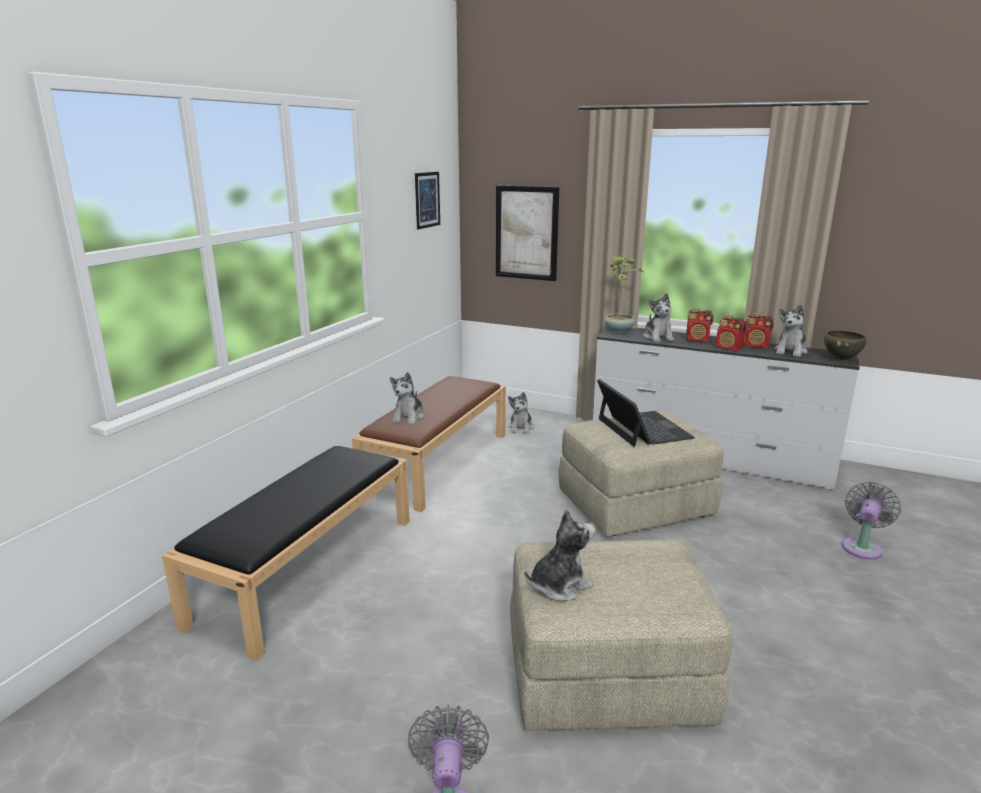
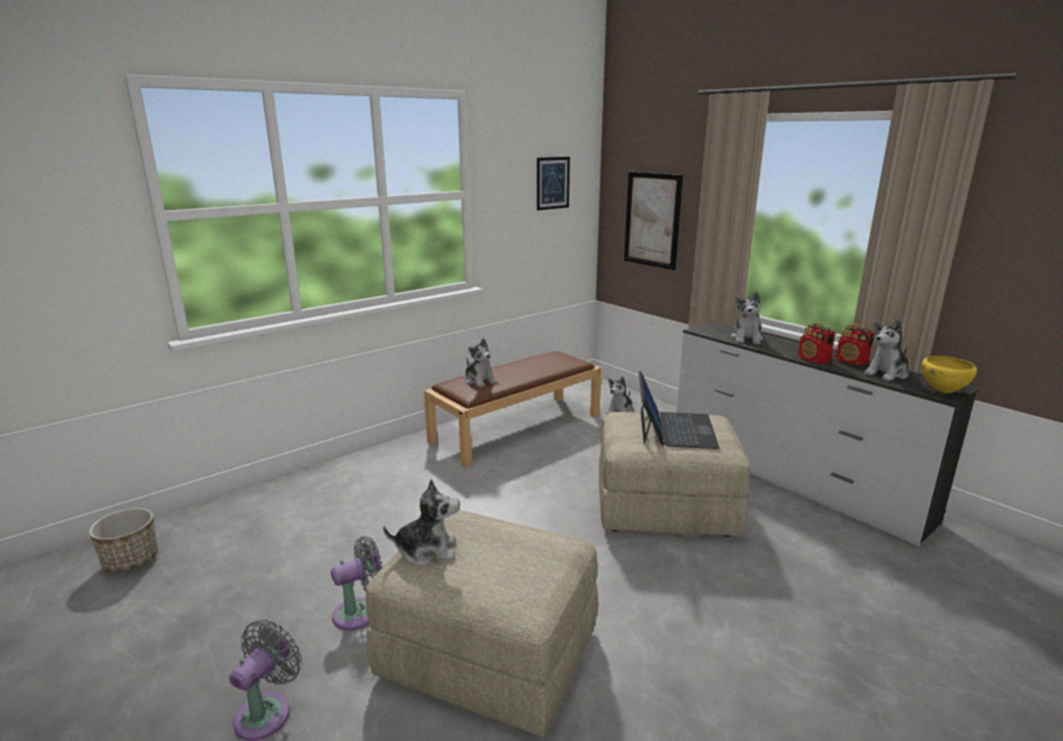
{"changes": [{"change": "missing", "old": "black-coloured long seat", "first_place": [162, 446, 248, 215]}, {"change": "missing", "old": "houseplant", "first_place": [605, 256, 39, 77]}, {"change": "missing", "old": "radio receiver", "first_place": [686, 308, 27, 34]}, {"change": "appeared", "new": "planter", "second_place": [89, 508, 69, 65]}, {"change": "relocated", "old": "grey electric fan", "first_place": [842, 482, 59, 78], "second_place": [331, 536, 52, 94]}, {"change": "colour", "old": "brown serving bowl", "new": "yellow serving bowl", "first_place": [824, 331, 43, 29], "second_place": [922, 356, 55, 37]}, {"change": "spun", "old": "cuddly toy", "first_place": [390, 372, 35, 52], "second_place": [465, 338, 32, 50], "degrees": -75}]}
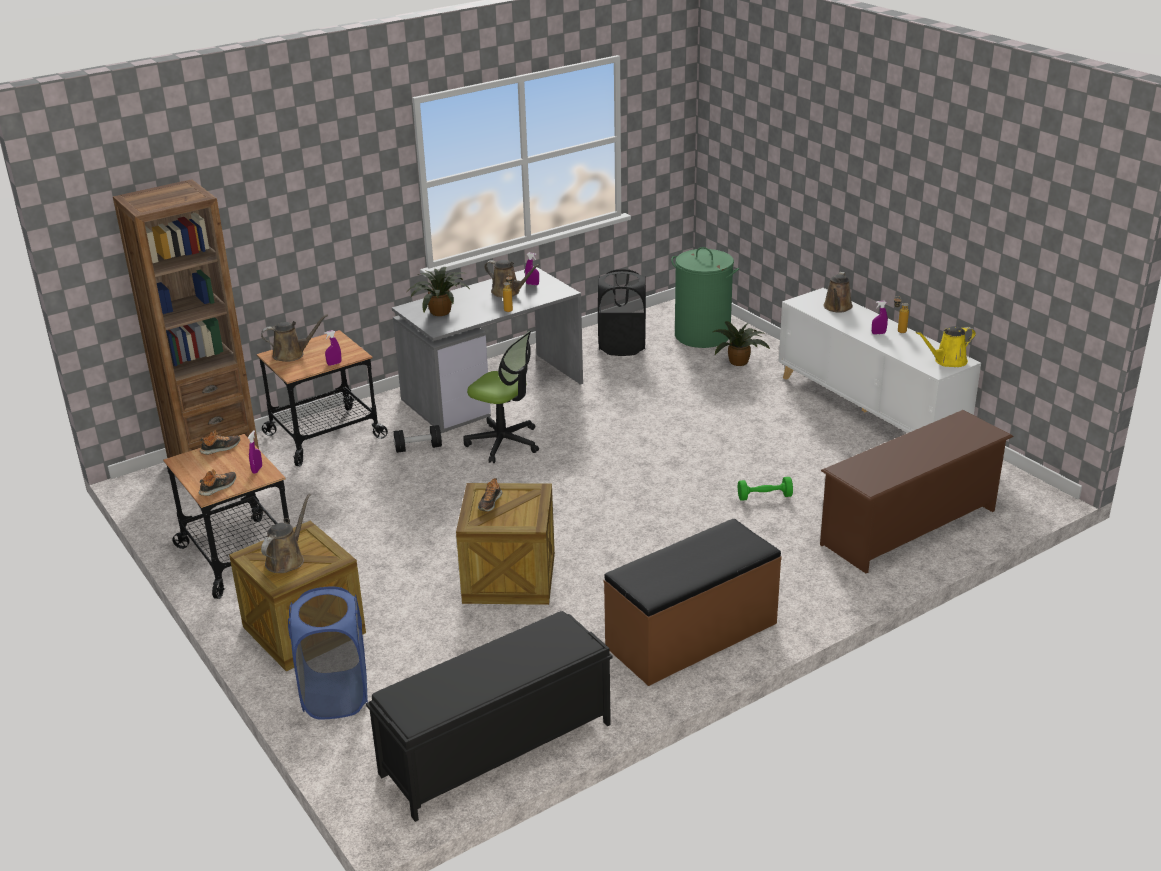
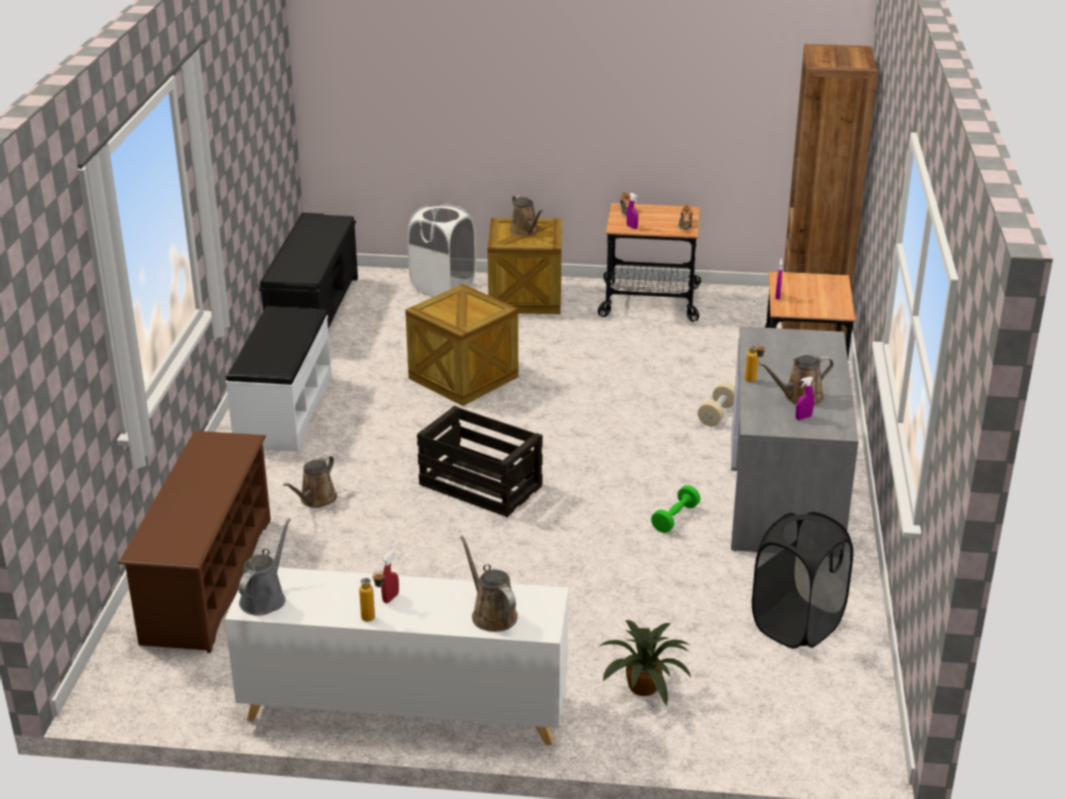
{"changes": [{"change": "missing", "old": "houseplant", "first_place": [407, 267, 63, 49]}, {"change": "missing", "old": "office chair", "first_place": [463, 331, 76, 132]}, {"change": "missing", "old": "shoe", "first_place": [478, 478, 24, 34]}, {"change": "missing", "old": "green laundry basket", "first_place": [671, 247, 68, 101]}, {"change": "appeared", "new": "packing crate", "second_place": [417, 406, 126, 111]}, {"change": "relocated", "old": "brown watering pot", "first_place": [261, 314, 67, 48], "second_place": [283, 455, 54, 53]}, {"change": "relocated", "old": "green hand weight", "first_place": [738, 477, 55, 24], "second_place": [651, 485, 49, 48]}, {"change": "colour", "old": "blue-coloured laundry basket", "new": "white laundry basket", "first_place": [288, 587, 80, 133], "second_place": [407, 204, 69, 93]}, {"change": "colour", "old": "black-coloured hand weight", "new": "beige-coloured hand weight", "first_place": [394, 425, 48, 28], "second_place": [698, 382, 37, 44]}, {"change": "colour", "old": "brown long seat", "new": "white long seat", "first_place": [603, 519, 179, 167], "second_place": [226, 307, 106, 144]}, {"change": "colour", "old": "purplish spray bottle", "new": "red spray bottle", "first_place": [872, 301, 16, 33], "second_place": [381, 550, 18, 53]}, {"change": "colour", "old": "yellow watering pot", "new": "grey watering pot", "first_place": [916, 326, 60, 41], "second_place": [239, 518, 52, 98]}]}
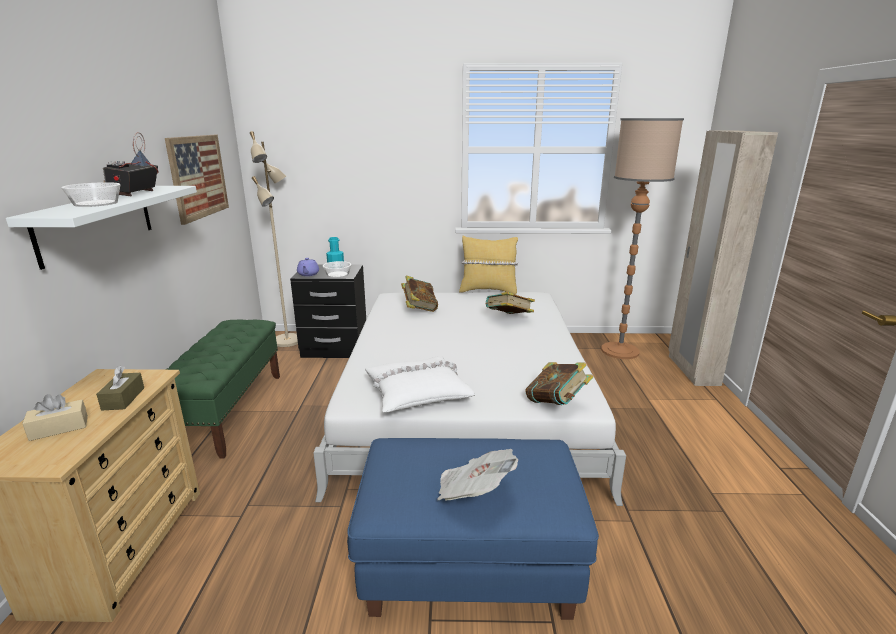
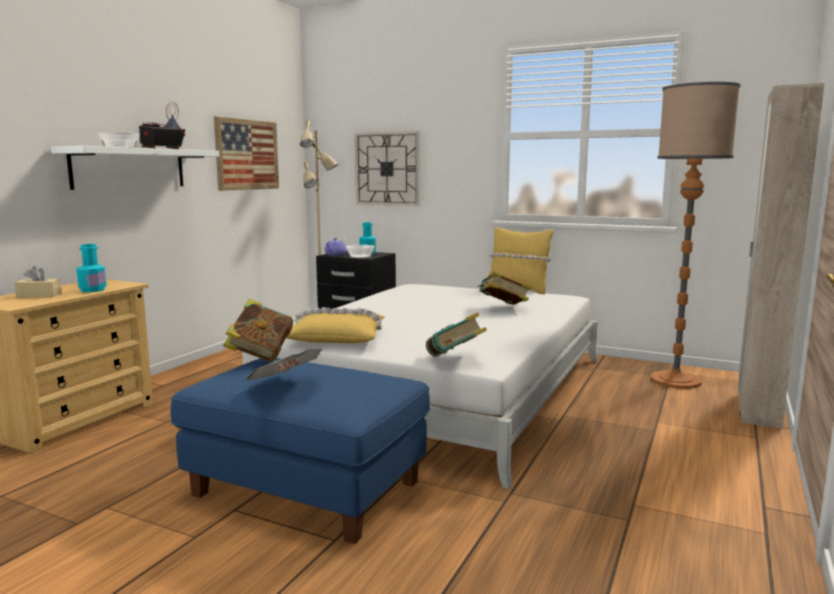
{"changes": [{"change": "missing", "old": "green long seat", "first_place": [166, 319, 114, 140]}, {"change": "appeared", "new": "wall clock", "second_place": [355, 131, 65, 75]}, {"change": "relocated", "old": "bound book", "first_place": [401, 276, 37, 36], "second_place": [223, 299, 70, 62]}, {"change": "exchanged", "old": "brown tissue box", "new": "blue-green bottle", "first_place": [96, 366, 48, 45], "second_place": [77, 244, 30, 48]}, {"change": "colour", "old": "white cushion", "new": "yellow cushion", "first_place": [365, 357, 110, 56], "second_place": [286, 307, 99, 36]}]}
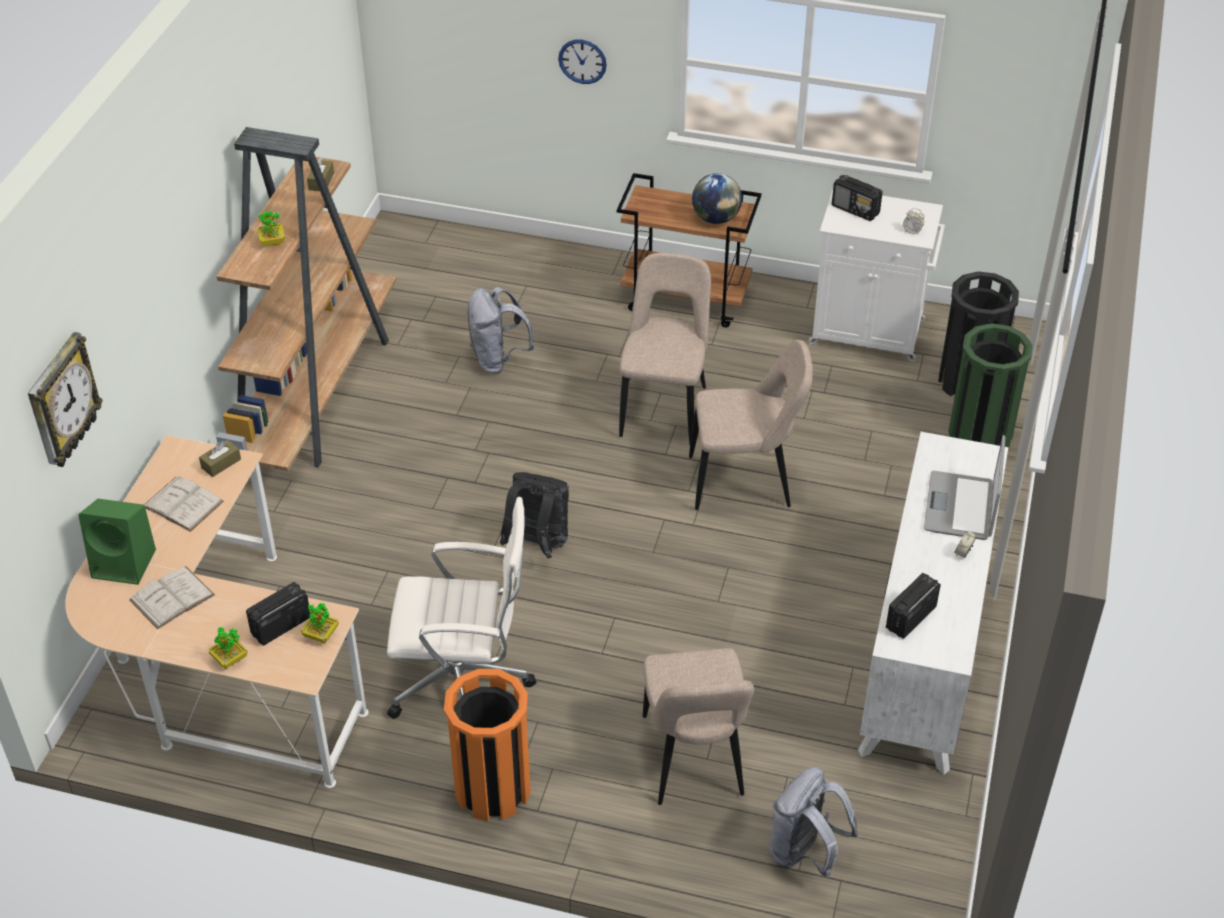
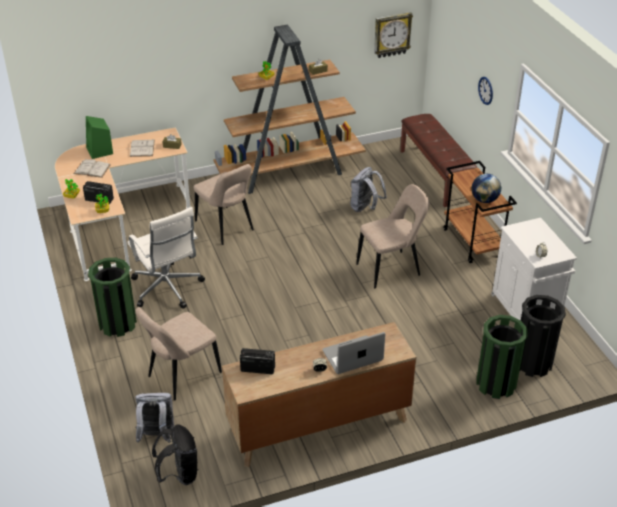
{"changes": [{"change": "missing", "old": "radio receiver", "first_place": [832, 175, 51, 46]}, {"change": "appeared", "new": "brown long seat", "second_place": [400, 114, 78, 93]}, {"change": "relocated", "old": "wall clock", "first_place": [28, 332, 75, 135], "second_place": [374, 12, 39, 46]}, {"change": "relocated", "old": "black-coloured rucksack", "first_place": [500, 472, 69, 86], "second_place": [152, 425, 46, 60]}, {"change": "relocated", "old": "beige-coloured plain chair", "first_place": [689, 340, 124, 170], "second_place": [193, 164, 61, 81]}, {"change": "colour", "old": "orangey trash can", "new": "green trash can", "first_place": [444, 669, 87, 152], "second_place": [88, 258, 49, 79]}, {"change": "colour", "old": "white chest of drawers", "new": "brown chest of drawers", "first_place": [858, 432, 150, 342], "second_place": [222, 322, 194, 145]}]}
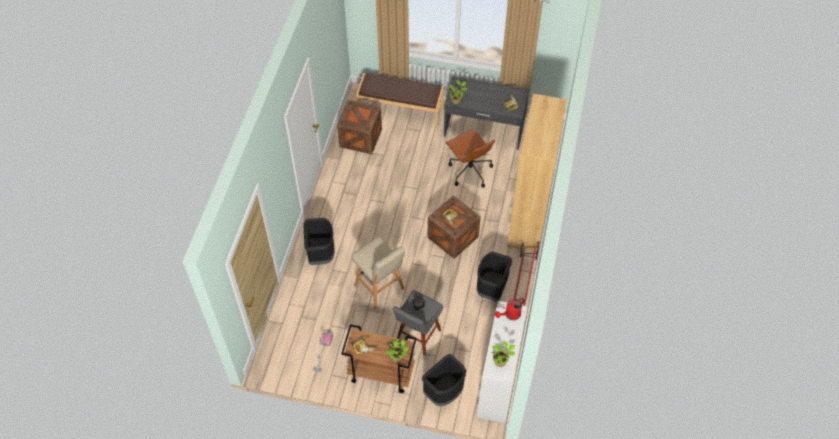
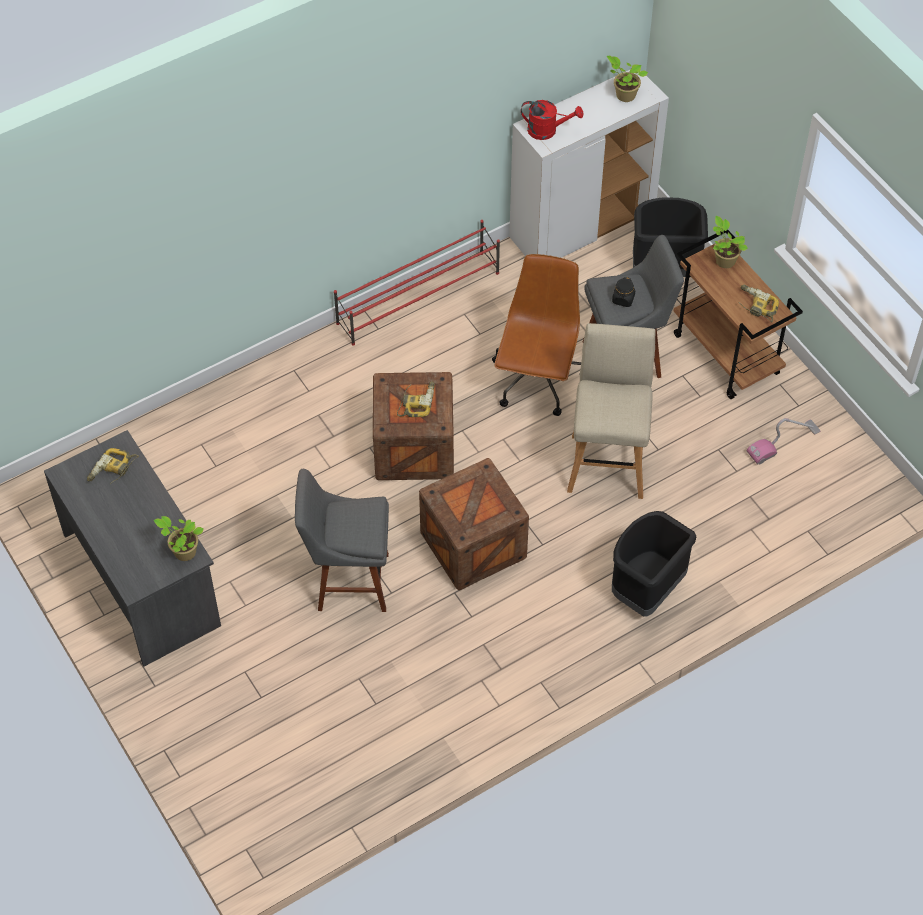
{"changes": [{"change": "missing", "old": "brown long seat", "first_place": [356, 73, 88, 54]}, {"change": "missing", "old": "black-coloured trash can", "first_place": [477, 252, 35, 50]}, {"change": "missing", "old": "brown shelving unit", "first_place": [507, 94, 60, 158]}, {"change": "appeared", "new": "grey stool", "second_place": [295, 469, 94, 143]}, {"change": "relocated", "old": "packing crate", "first_place": [337, 100, 45, 54], "second_place": [419, 458, 110, 132]}, {"change": "relocated", "old": "brown office chair", "first_place": [445, 129, 50, 59], "second_place": [492, 254, 89, 162]}]}
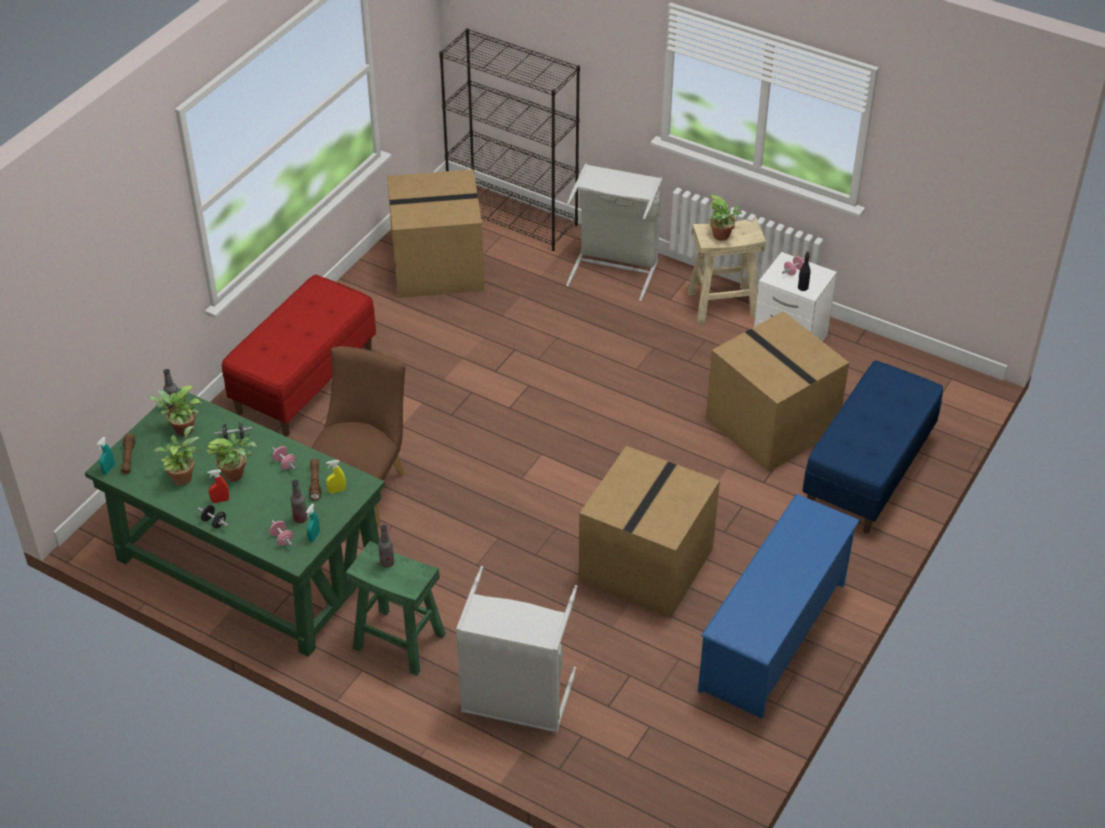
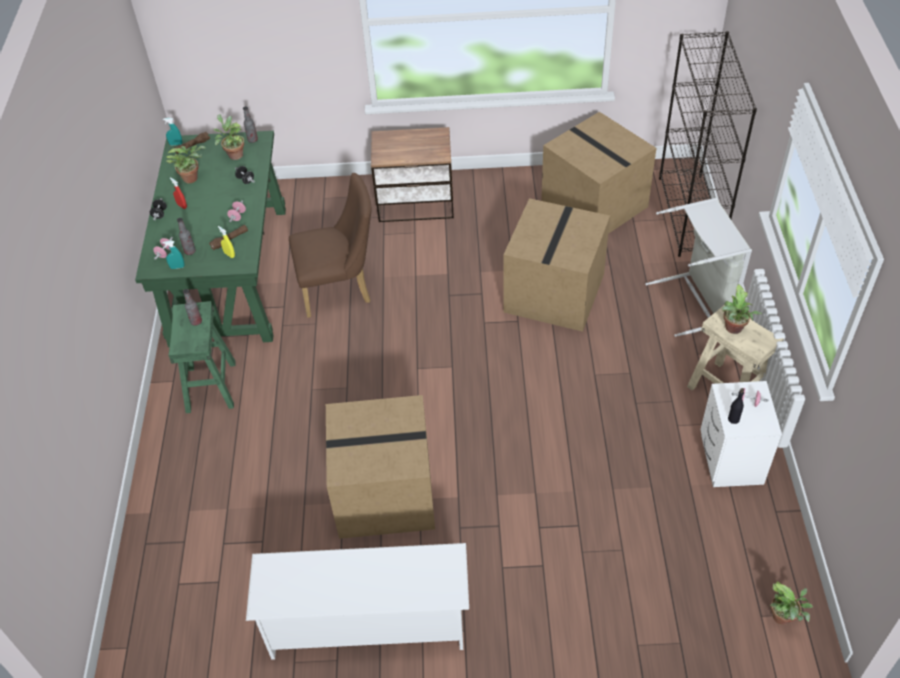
{"changes": [{"change": "missing", "old": "grey laundry basket", "first_place": [456, 566, 122, 167]}, {"change": "missing", "old": "blue-coloured long seat", "first_place": [802, 360, 141, 174]}, {"change": "relocated", "old": "houseplant", "first_place": [207, 434, 50, 48], "second_place": [770, 582, 43, 43]}, {"change": "relocated", "old": "cardboard box", "first_place": [706, 311, 143, 161], "second_place": [503, 198, 107, 134]}, {"change": "exchanged", "old": "red long seat", "new": "nightstand", "first_place": [222, 274, 154, 162], "second_place": [371, 127, 83, 95]}, {"change": "colour", "old": "blue-coloured shoe rack", "new": "white shoe rack", "first_place": [698, 494, 162, 224], "second_place": [246, 543, 223, 117]}]}
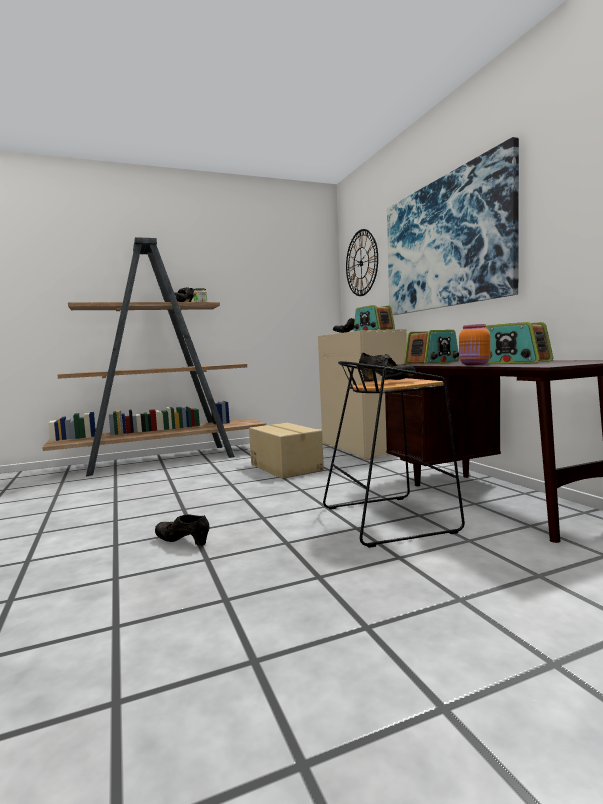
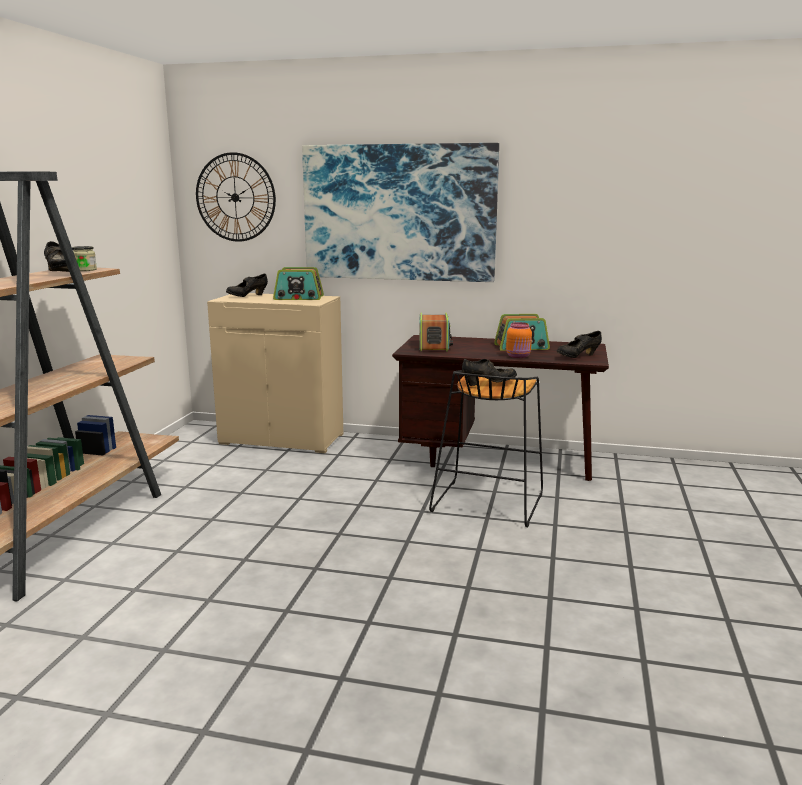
{"changes": [{"change": "missing", "old": "cardboard box", "first_place": [249, 423, 75, 56]}, {"change": "relocated", "old": "black-coloured shoe", "first_place": [155, 514, 54, 32], "second_place": [557, 331, 45, 27]}]}
